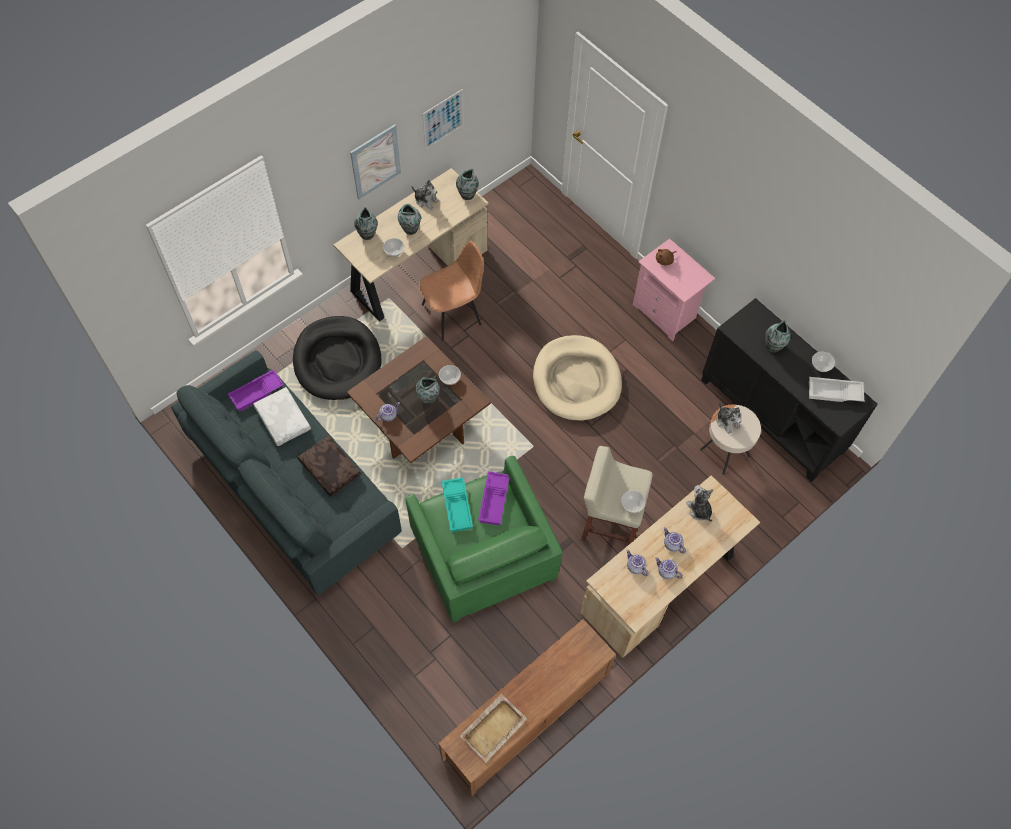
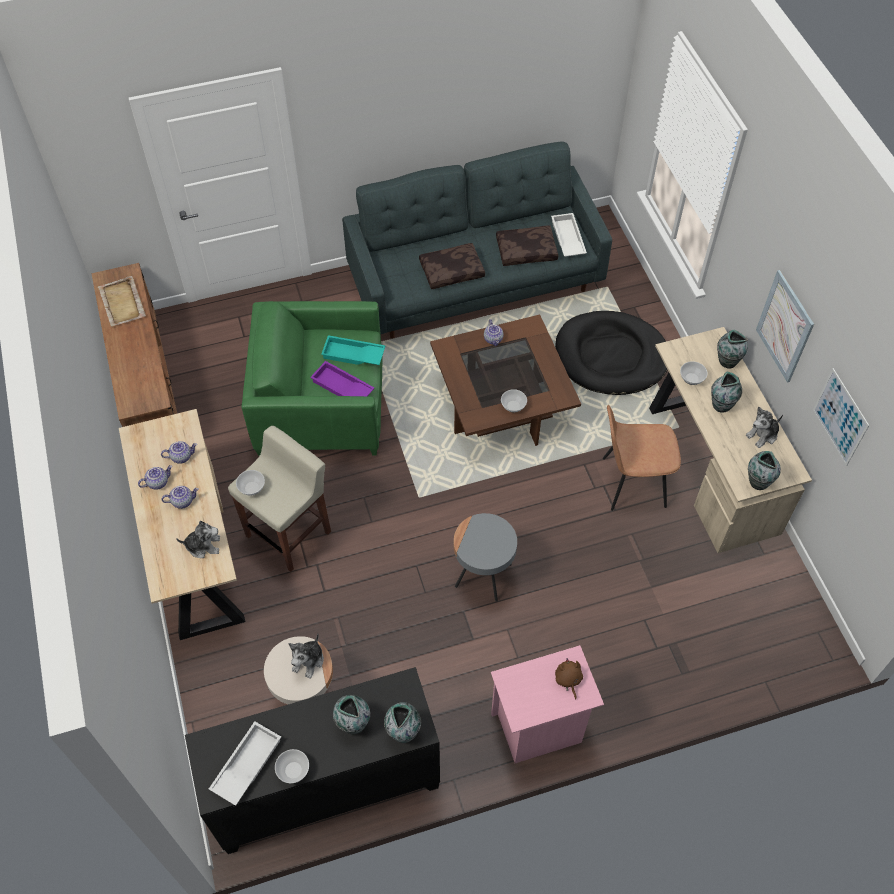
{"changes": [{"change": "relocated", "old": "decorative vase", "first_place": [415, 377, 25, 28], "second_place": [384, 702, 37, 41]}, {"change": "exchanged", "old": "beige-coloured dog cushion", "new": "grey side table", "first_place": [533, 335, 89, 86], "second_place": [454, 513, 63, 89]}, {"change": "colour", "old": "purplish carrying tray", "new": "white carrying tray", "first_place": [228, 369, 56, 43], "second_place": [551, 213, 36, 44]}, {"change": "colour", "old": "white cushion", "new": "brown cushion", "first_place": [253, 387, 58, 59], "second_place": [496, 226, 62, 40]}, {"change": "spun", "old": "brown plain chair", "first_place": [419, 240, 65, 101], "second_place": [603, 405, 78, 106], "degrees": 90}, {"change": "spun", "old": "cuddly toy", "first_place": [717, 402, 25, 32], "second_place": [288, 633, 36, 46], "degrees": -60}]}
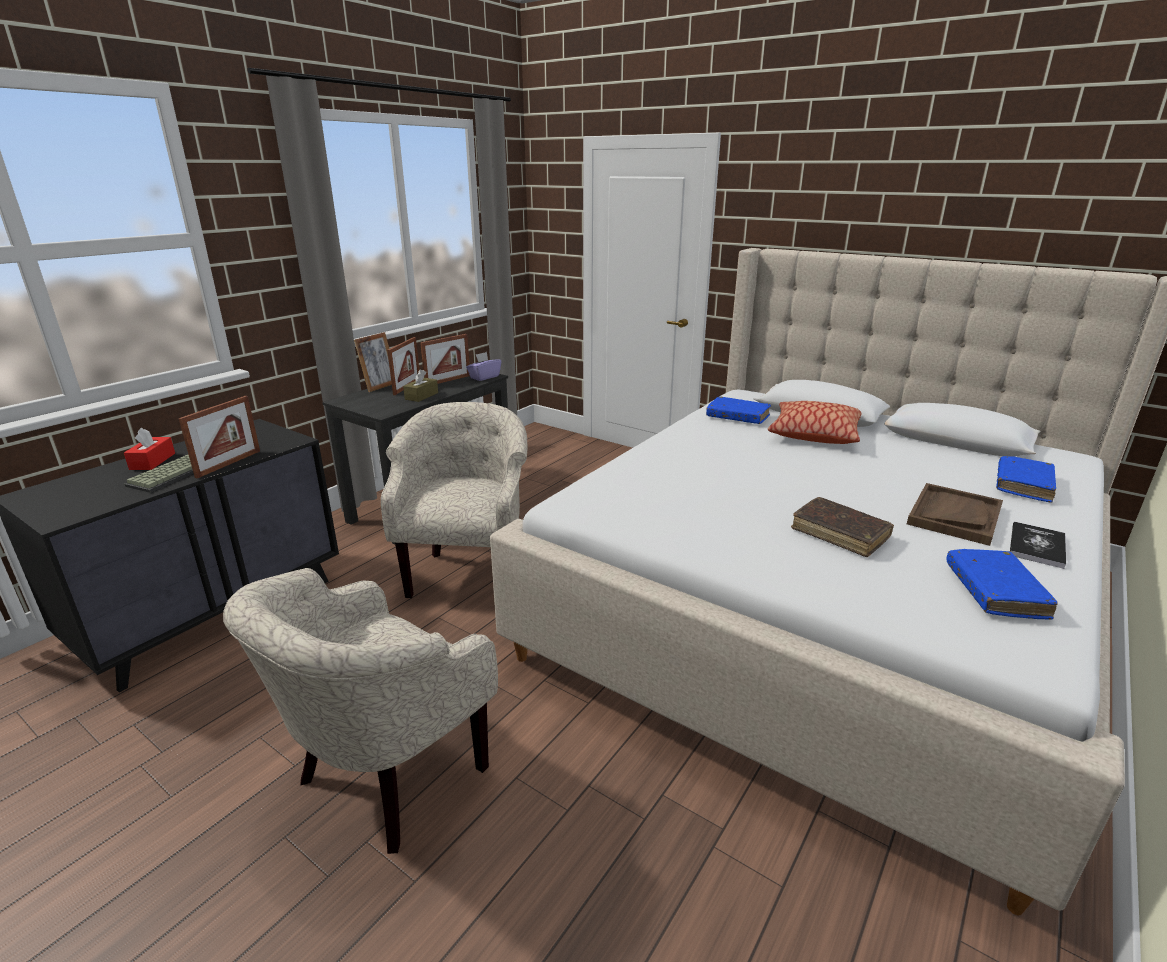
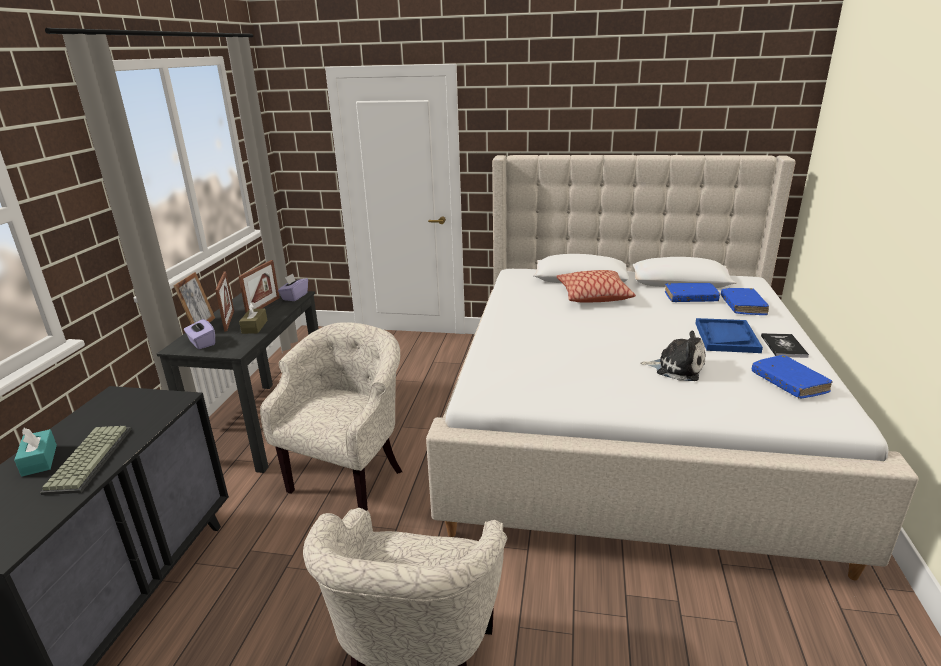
{"changes": [{"change": "missing", "old": "picture frame", "first_place": [179, 396, 81, 82]}, {"change": "appeared", "new": "purplish tissue box", "second_place": [184, 318, 31, 31]}, {"change": "relocated", "old": "blue-coloured bound book", "first_place": [706, 396, 65, 28], "second_place": [665, 283, 55, 19]}, {"change": "exchanged", "old": "brown bound book", "new": "cuddly toy", "first_place": [791, 497, 103, 60], "second_place": [640, 330, 66, 51]}, {"change": "colour", "old": "red tissue box", "new": "blue-green tissue box", "first_place": [124, 427, 51, 43], "second_place": [14, 428, 43, 48]}, {"change": "colour", "old": "brown carrying tray", "new": "blue-coloured carrying tray", "first_place": [907, 483, 96, 63], "second_place": [695, 318, 68, 35]}, {"change": "spun", "old": "beige-coloured lounge chair", "first_place": [381, 402, 146, 196], "second_place": [260, 322, 142, 189], "degrees": 45}]}
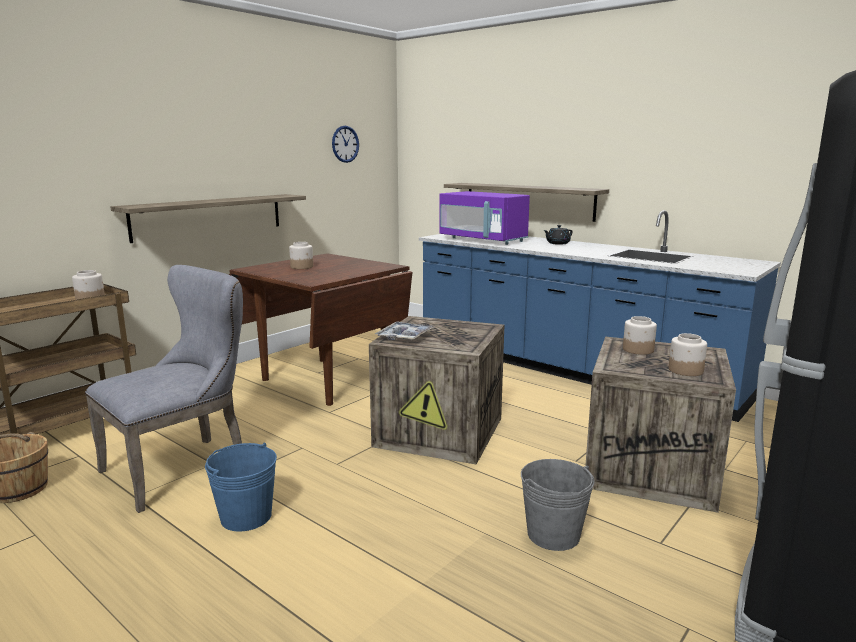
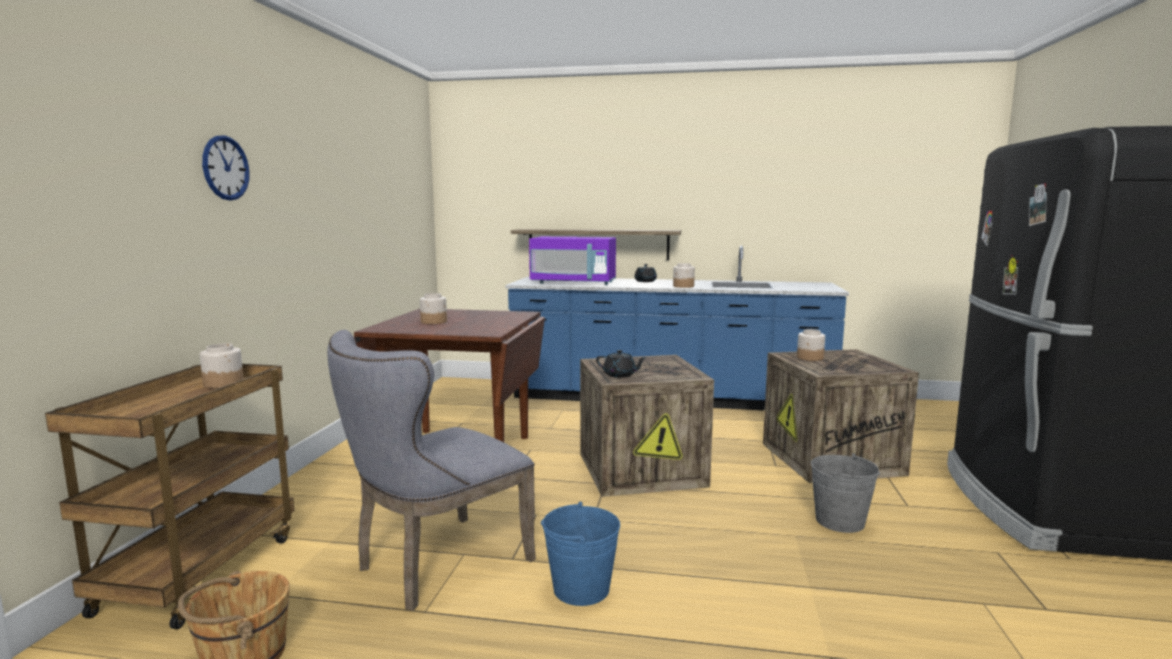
{"changes": [{"change": "missing", "old": "shelf", "first_place": [110, 194, 196, 49]}, {"change": "relocated", "old": "wall clock", "first_place": [332, 126, 27, 37], "second_place": [202, 135, 48, 66]}, {"change": "relocated", "old": "storage jar", "first_place": [668, 333, 39, 43], "second_place": [673, 263, 22, 25]}, {"change": "exchanged", "old": "carrying tray", "new": "black-coloured pot for tea", "first_place": [375, 322, 59, 18], "second_place": [596, 350, 51, 28]}, {"change": "spun", "old": "grey plain chair", "first_place": [85, 265, 158, 248], "second_place": [327, 330, 209, 280], "degrees": -150}]}
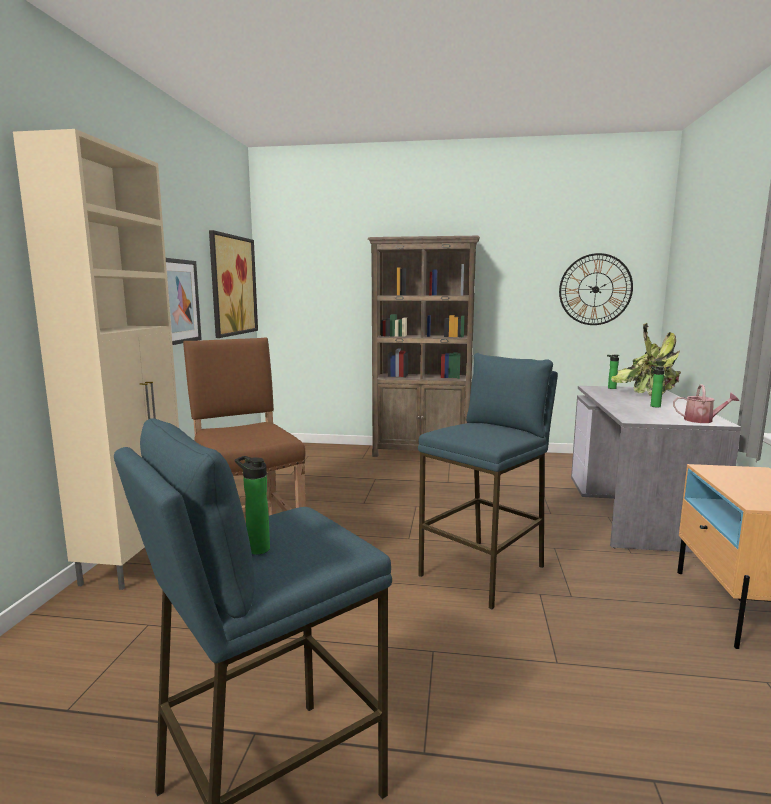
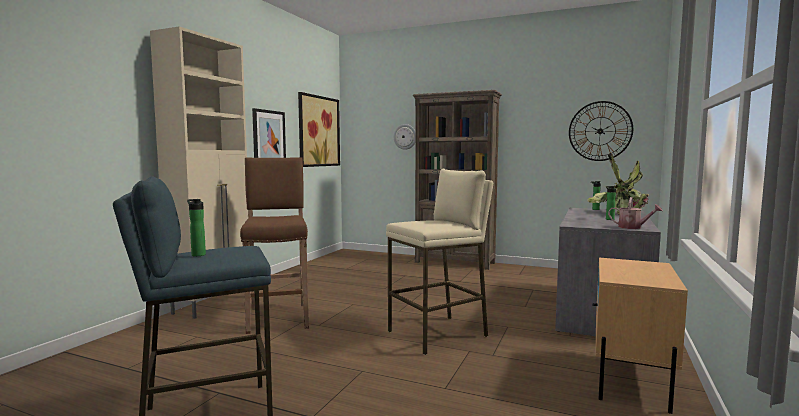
{"changes": [{"change": "appeared", "new": "wall clock", "second_place": [394, 124, 22, 26]}, {"change": "colour", "old": "blue-coloured stool", "new": "beige-coloured stool", "first_place": [418, 353, 140, 256], "second_place": [386, 168, 107, 187]}]}
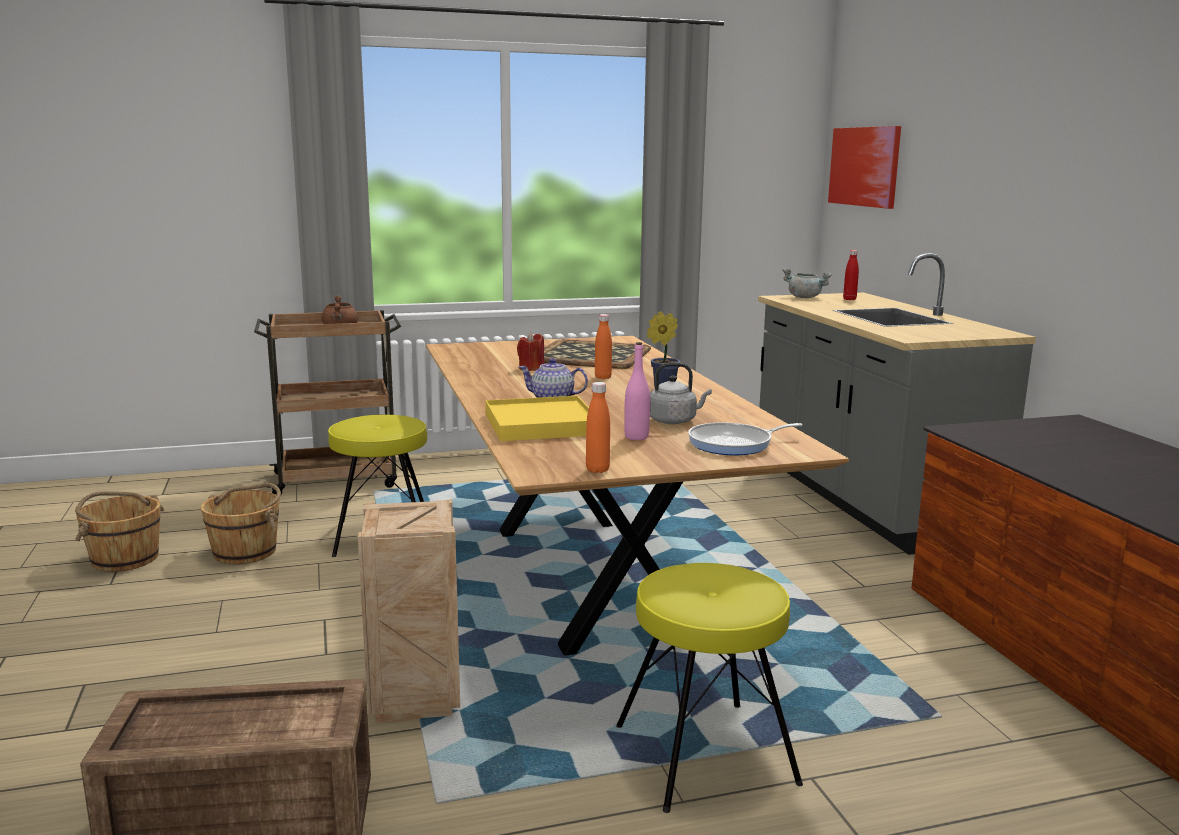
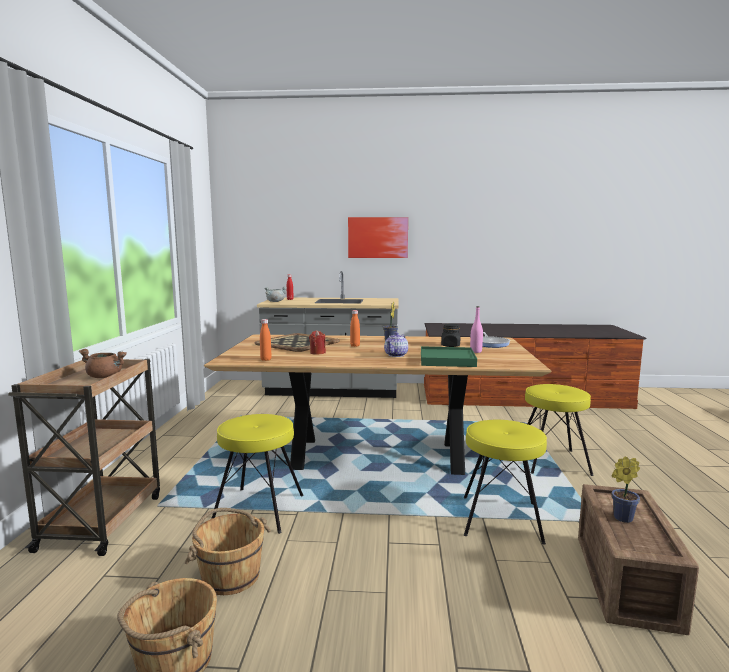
{"changes": [{"change": "appeared", "new": "houseplant", "second_place": [612, 456, 28, 67]}, {"change": "relocated", "old": "orangey bottle", "first_place": [586, 382, 24, 91], "second_place": [260, 319, 12, 42]}, {"change": "relocated", "old": "wall picture", "first_place": [828, 126, 73, 83], "second_place": [348, 217, 60, 41]}, {"change": "exchanged", "old": "packing crate", "new": "yellow stool", "first_place": [358, 499, 102, 225], "second_place": [464, 420, 83, 125]}, {"change": "exchanged", "old": "grey tea kettle", "new": "black-coloured storage jar", "first_place": [650, 363, 62, 61], "second_place": [441, 323, 20, 24]}, {"change": "colour", "old": "yellow carrying tray", "new": "green carrying tray", "first_place": [485, 396, 104, 45], "second_place": [421, 346, 56, 21]}]}
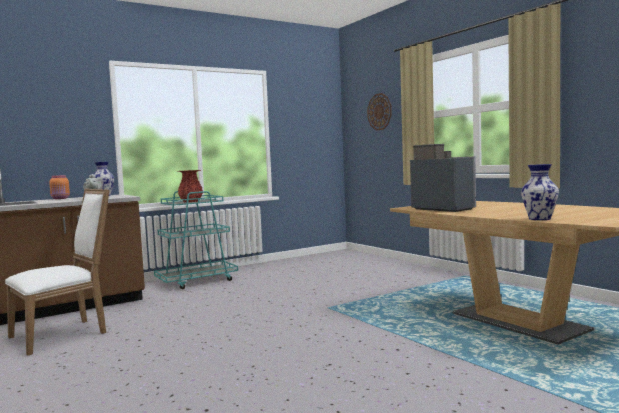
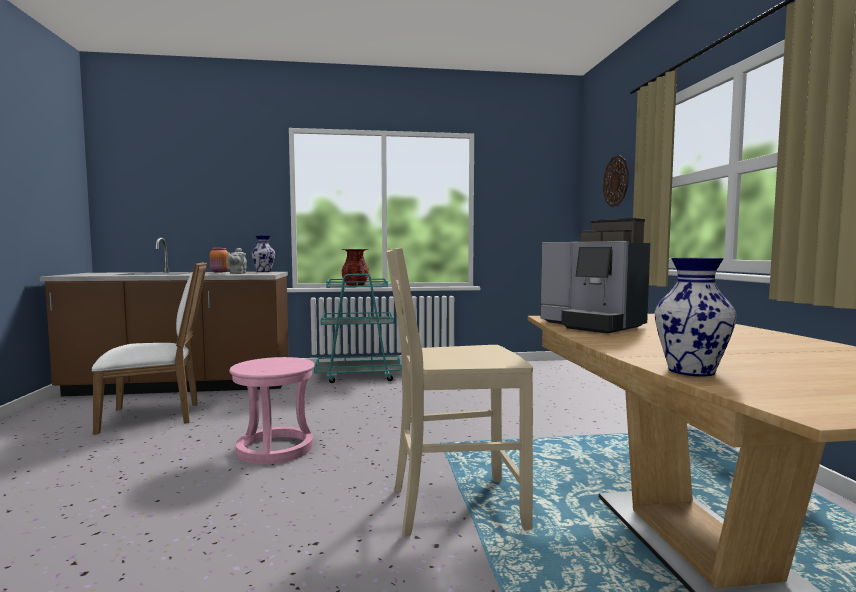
{"changes": [{"change": "appeared", "new": "pink stool", "second_place": [229, 357, 85, 107]}, {"change": "appeared", "new": "beige-coloured plain chair", "second_place": [386, 248, 147, 289]}, {"change": "spun", "old": "coffee machine", "first_place": [410, 144, 66, 68], "second_place": [541, 218, 109, 116], "degrees": 150}]}
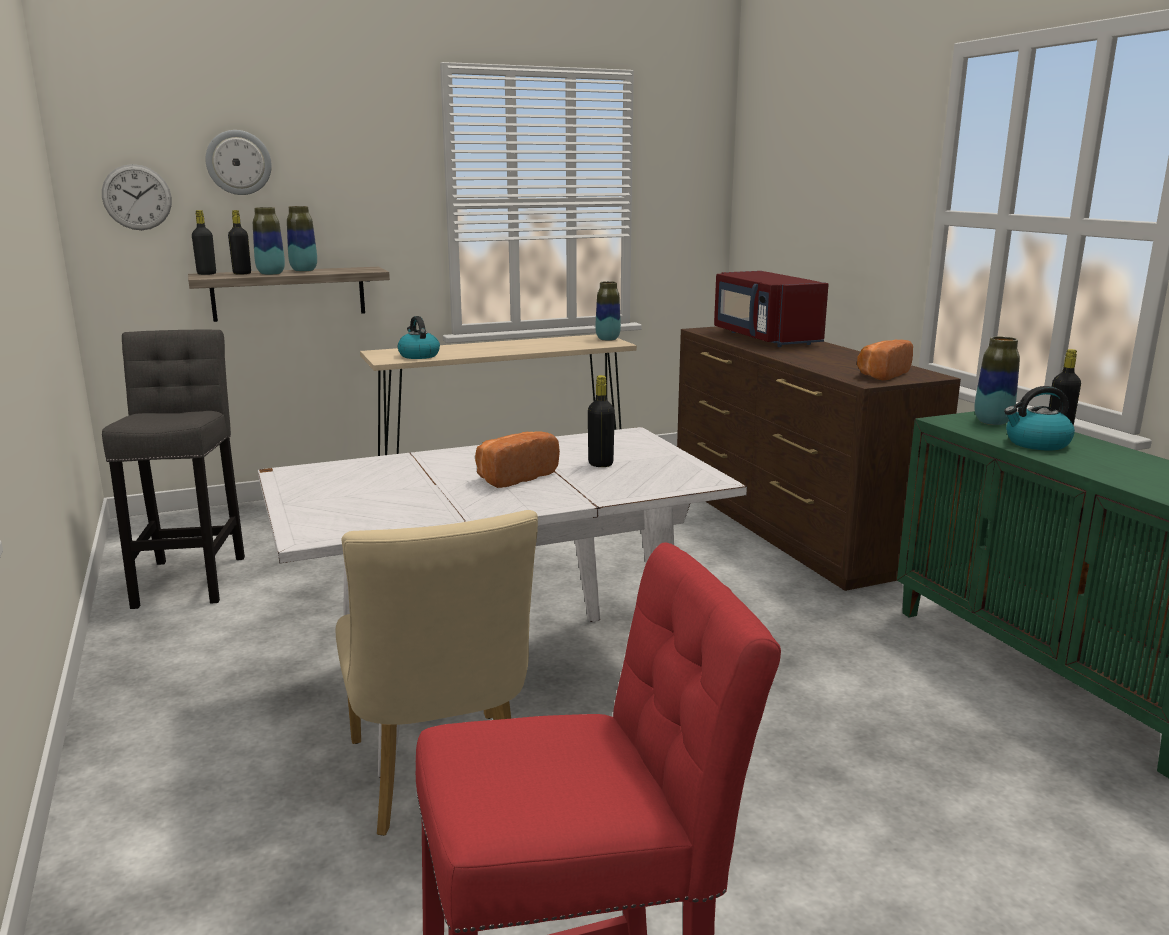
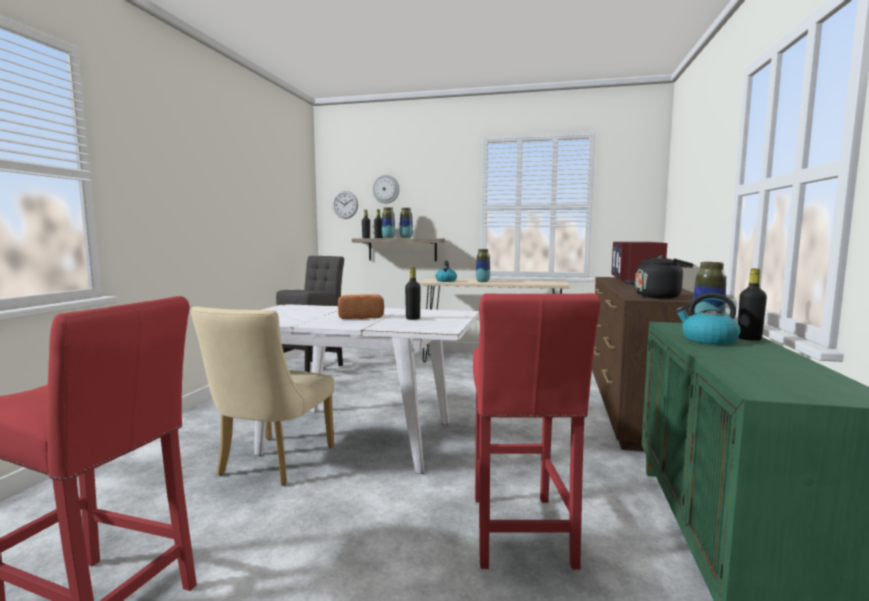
{"changes": [{"change": "appeared", "new": "red stool", "second_place": [473, 293, 128, 276]}, {"change": "relocated", "old": "decorative vase", "first_place": [595, 281, 26, 60], "second_place": [476, 249, 14, 33]}, {"change": "exchanged", "old": "bread", "new": "black-coloured tea kettle", "first_place": [857, 340, 56, 40], "second_place": [635, 255, 59, 44]}]}
